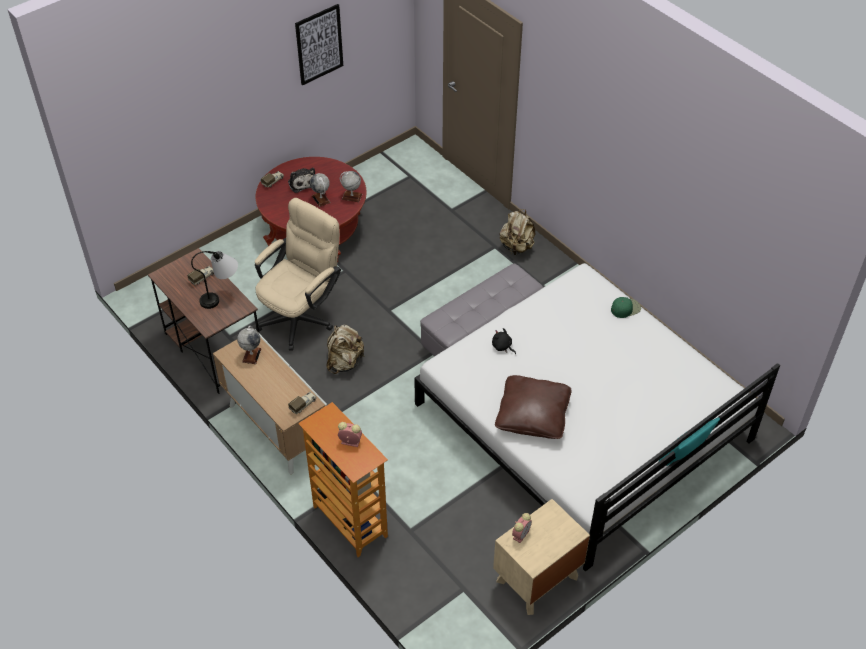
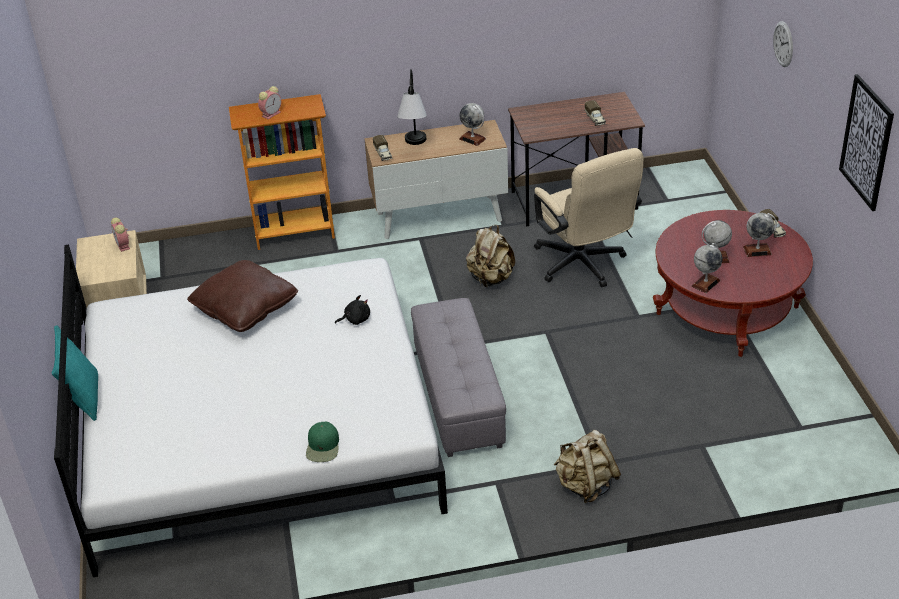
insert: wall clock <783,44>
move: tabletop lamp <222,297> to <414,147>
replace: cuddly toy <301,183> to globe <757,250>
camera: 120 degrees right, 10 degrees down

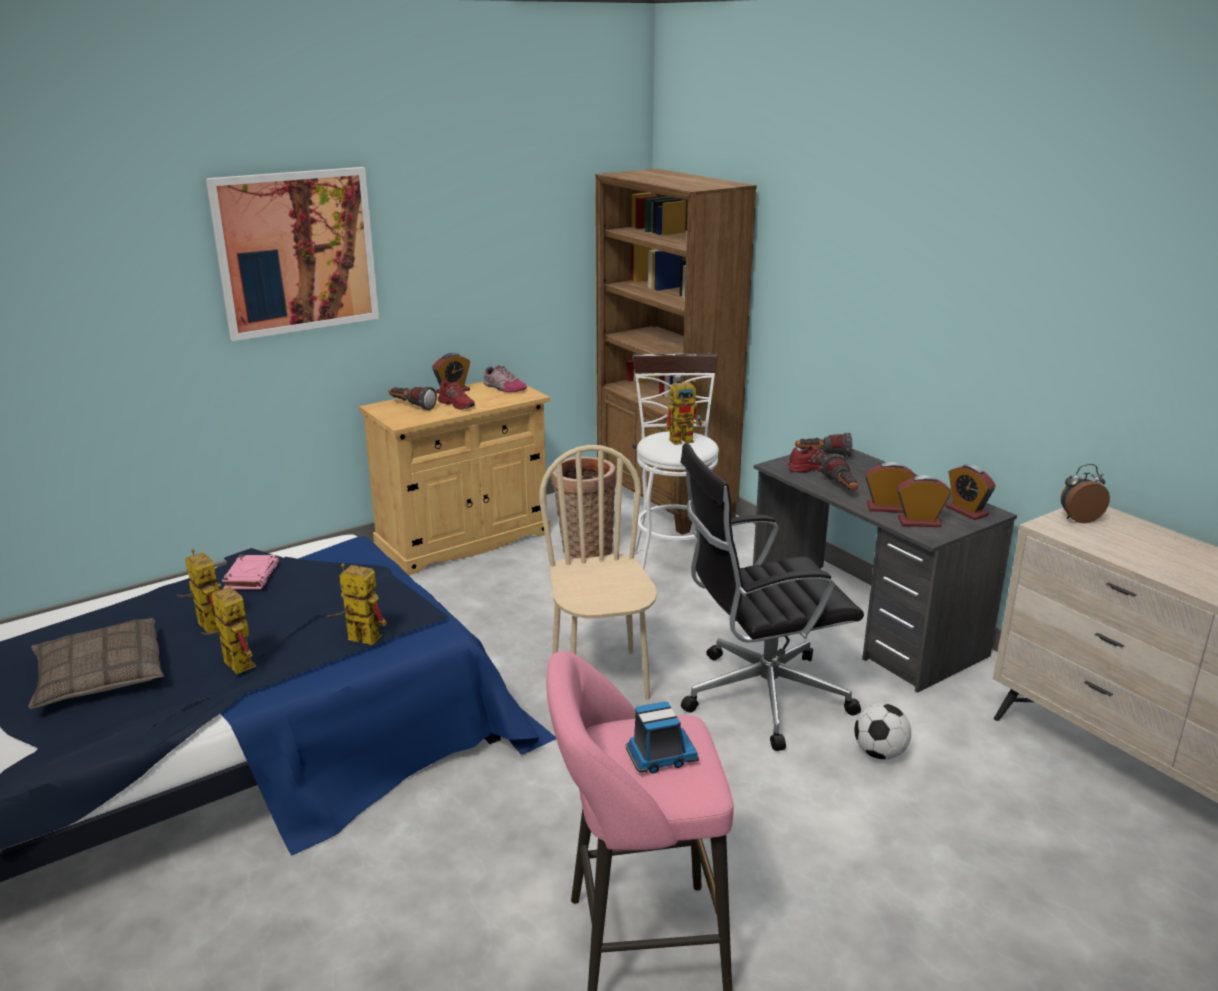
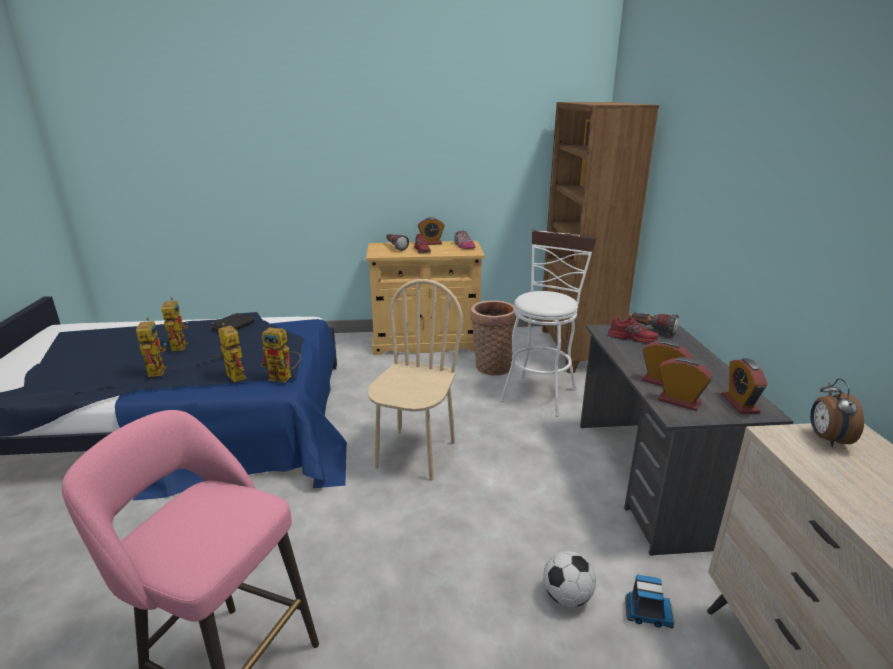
delete: throw pillow <99,675>; wall art <296,252>; desk chair/black <760,696>; torch <841,488>
move: toy robot <685,439> to <285,377>; toy lorry <660,757> to <647,613>
recolor: bound book/pinkish <251,576> to bound book/black <233,326>
rotate: table clock <1078,518> = <826,439> 105 degrees counterclockwise
camera: 30 degrees right, 0 degrees up

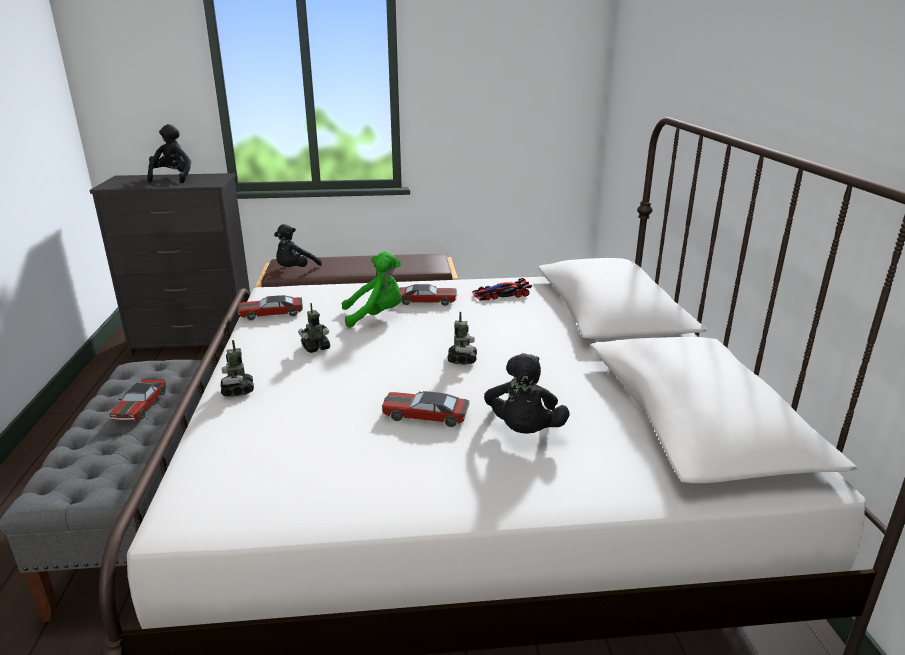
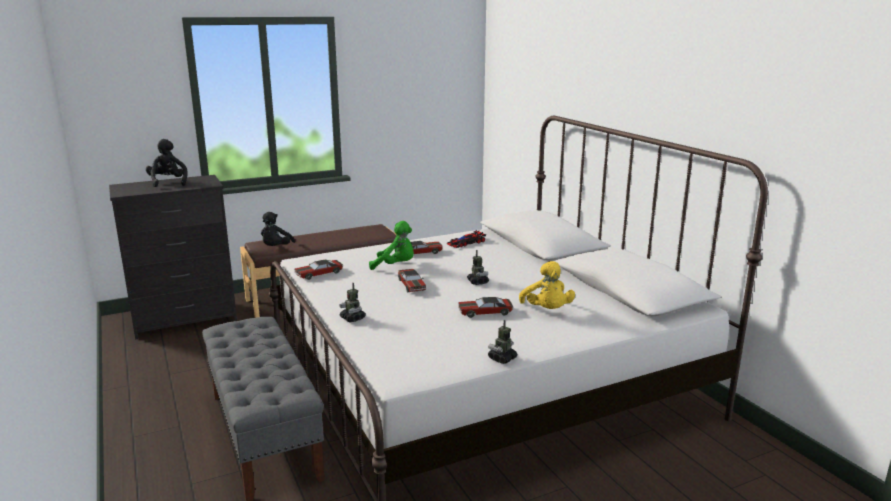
move: model car <140,406> to <412,285>; toy robot <316,348> to <502,358>
recolor: cuddly toy/black <523,431> to cuddly toy/yellow <546,310>
rotate: cuddly toy/green <376,316> = <395,266> 45 degrees clockwise
camera: 20 degrees left, 5 degrees down

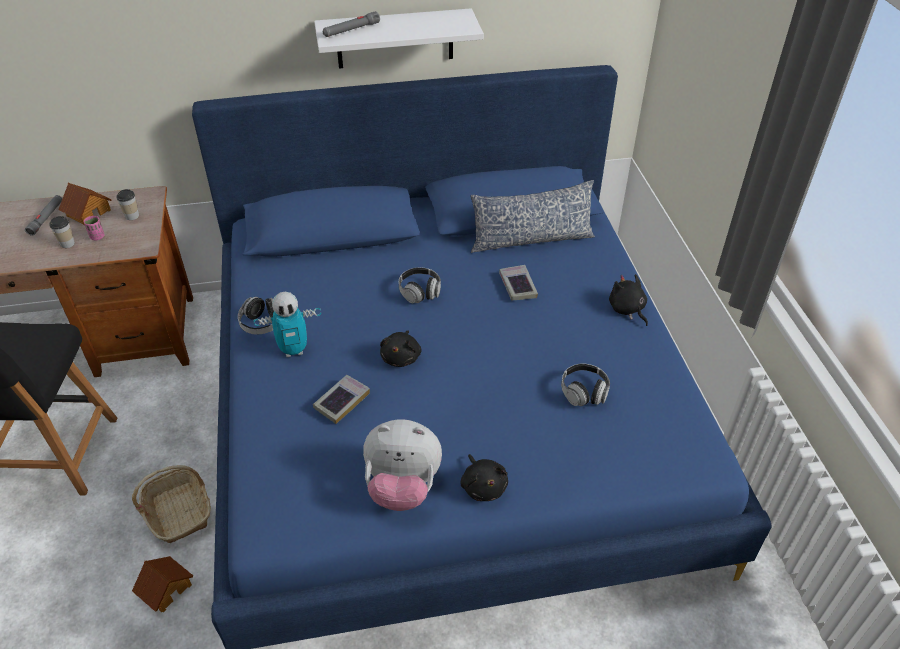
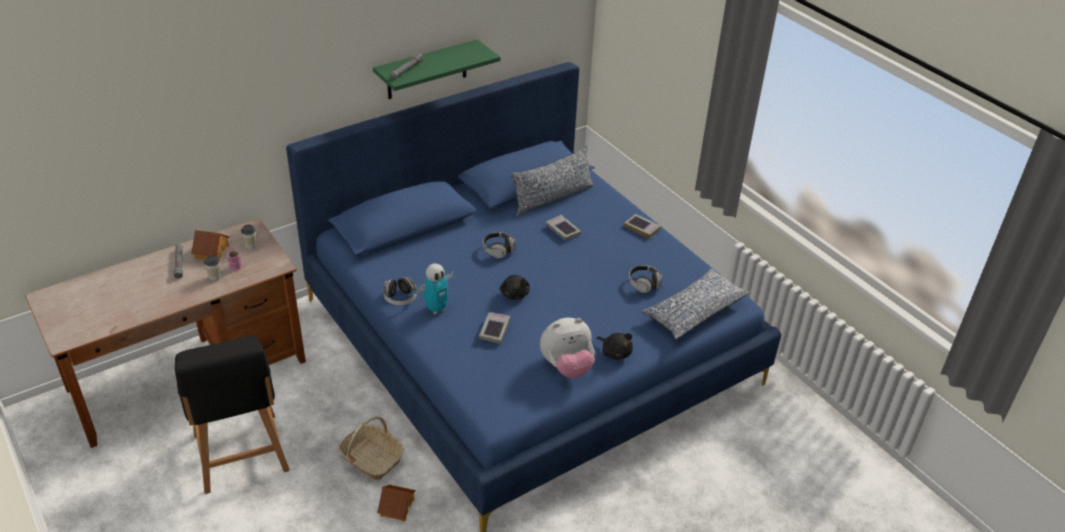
insert: throw pillow <693,311>
replace: cuddly toy/black <627,309> to bound book <642,228>
recolor: bracket shelf/white-coloured <395,39> to bracket shelf/green <427,70>
camera: 25 degrees left, 5 degrees down

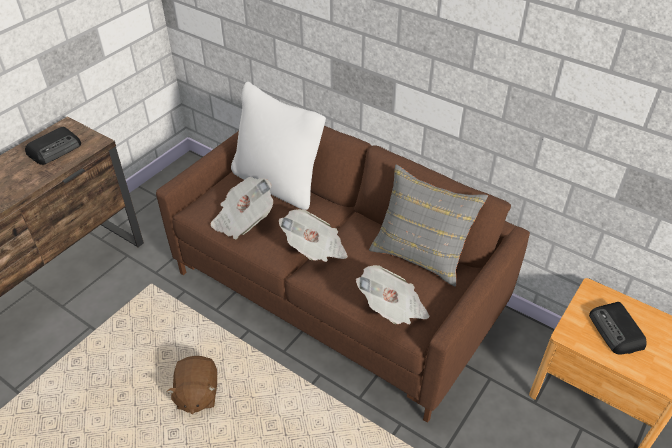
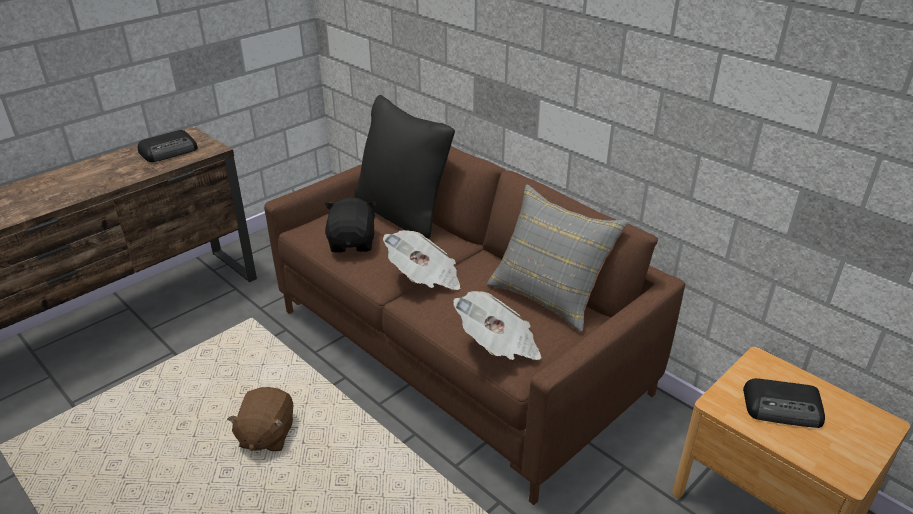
replace: daily paper <243,220> to cuddly toy/black <353,243>
recolor: throw pillow/white-coloured <278,183> to throw pillow/black <403,214>
rotate: radio set <616,331> = <783,408> 75 degrees counterclockwise
camera: 10 degrees right, 10 degrees down

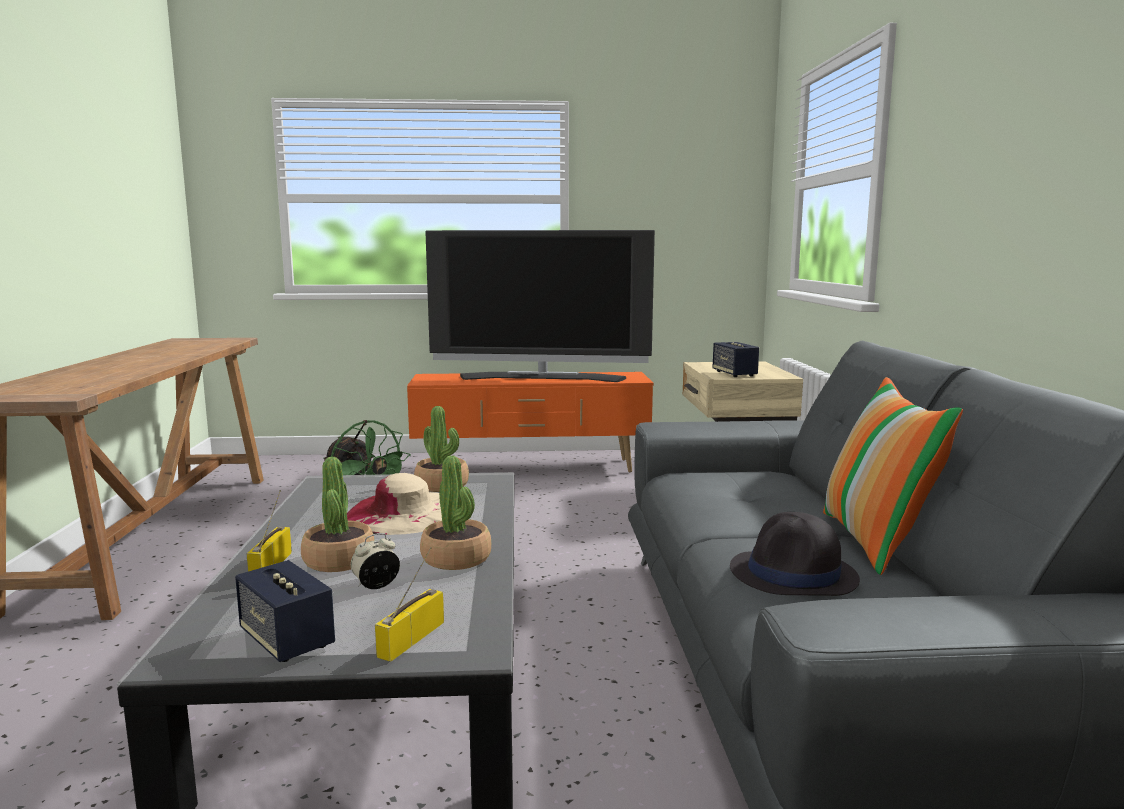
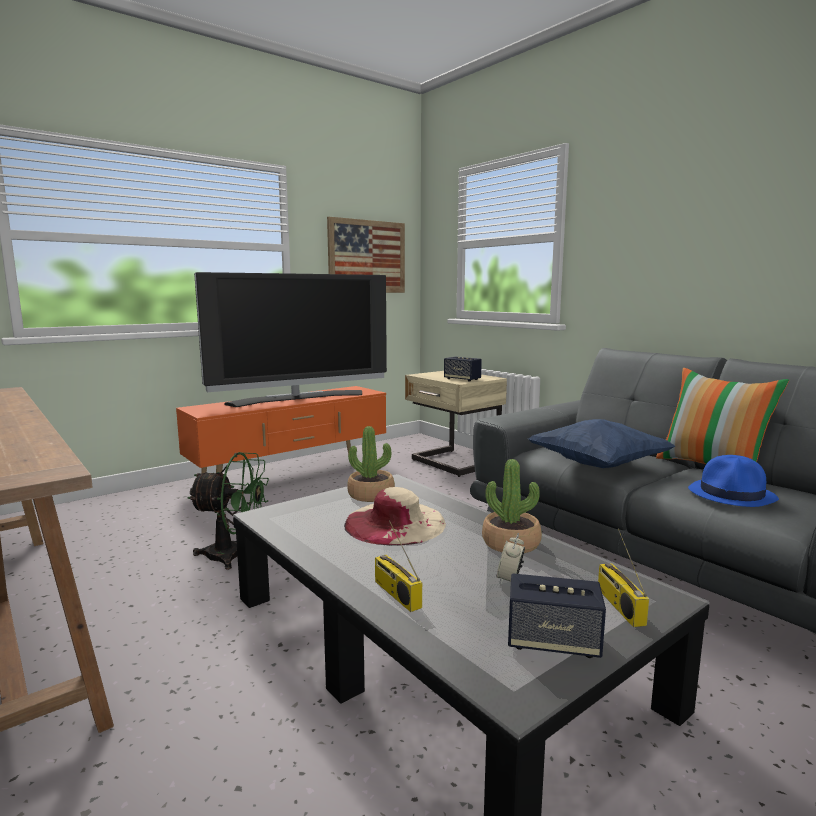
delete: potted plant <339,560>
insert: wall art <367,257>; throw pillow/bluish <597,465>
recolor: hat/black <794,575> to hat/bluish <732,494>
camera: 35 degrees left, 0 degrees up

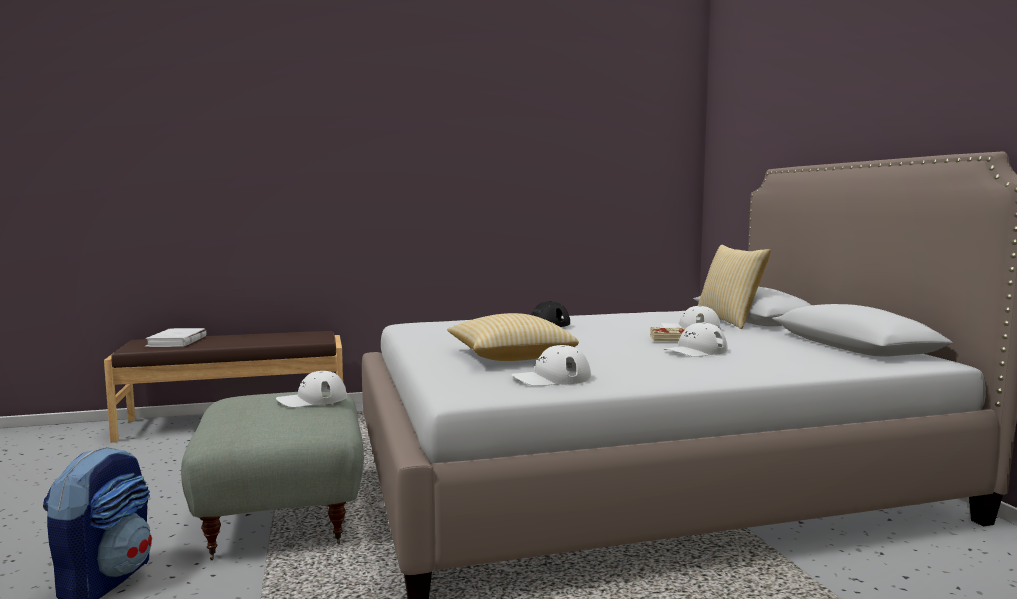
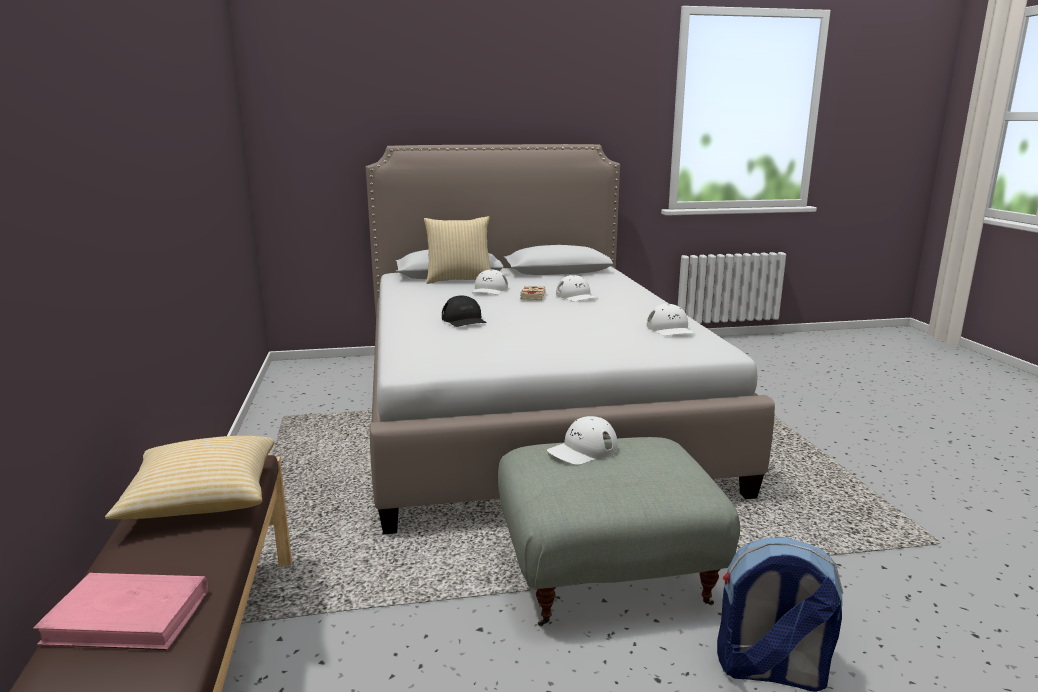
move: throw pillow <511,357> to <203,499>
recolor: bound book/white-coloured <177,341> to bound book/pinkish <128,617>
rotate: baseball cap/white-coloured <312,399> = <582,450> 75 degrees clockwise
camera: 85 degrees left, 10 degrees up

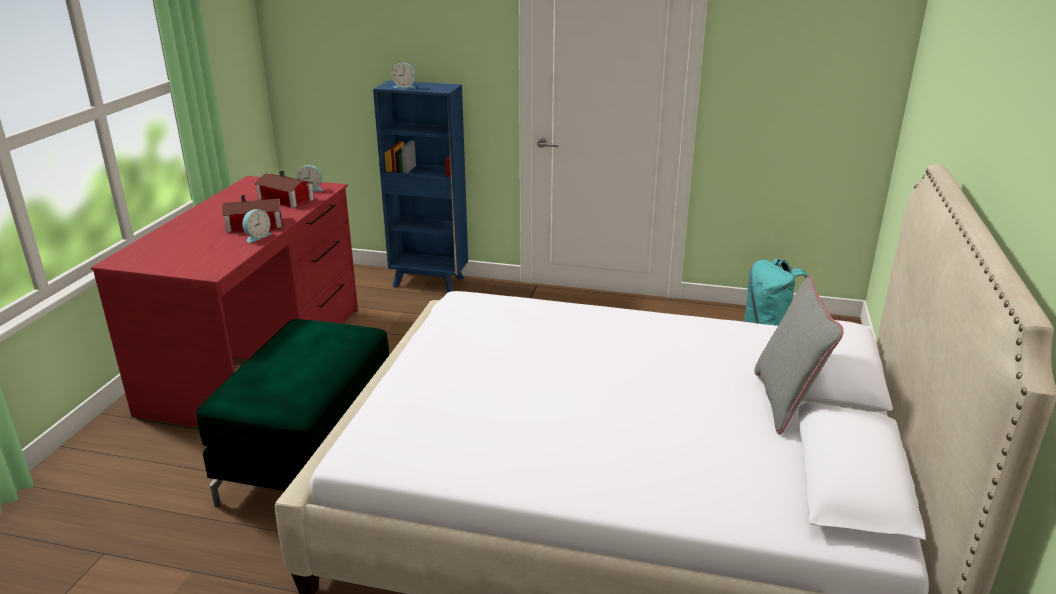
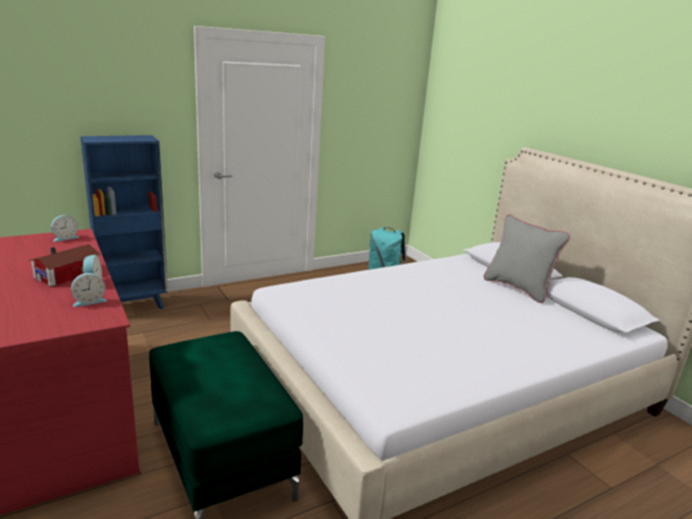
delete: model house <286,200>
move: table clock <405,87> to <89,301>
camera: 45 degrees left, 5 degrees down

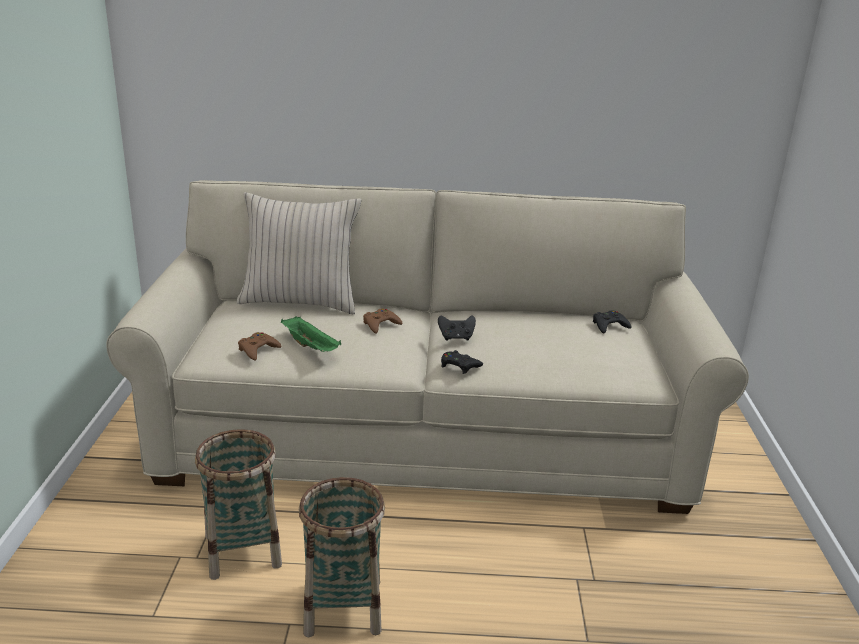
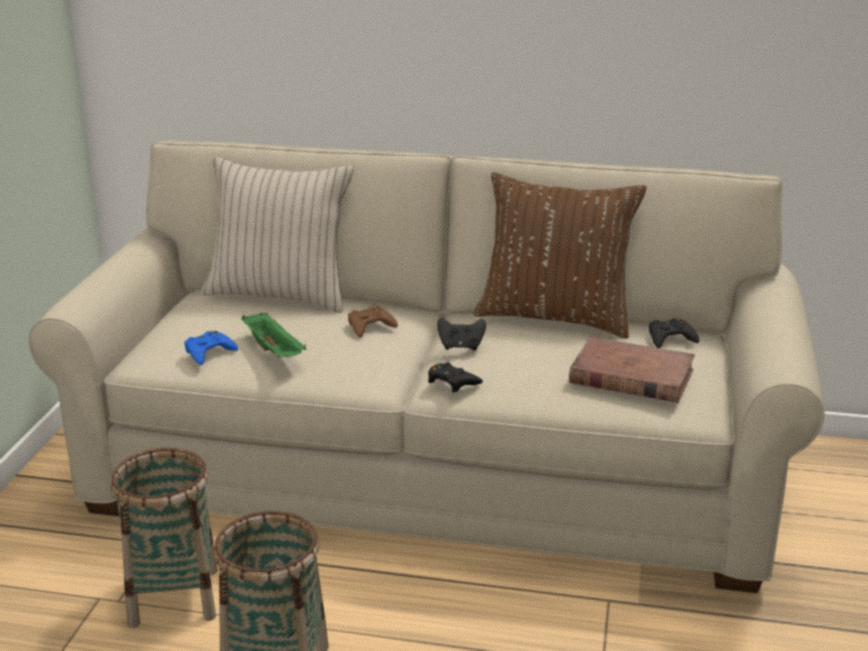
insert: throw pillow/brownish <555,317>; bound book/brownish <630,376>
recolor: game controller/brownish <258,350> to game controller/bluish <209,352>
camera: 10 degrees right, 0 degrees up

